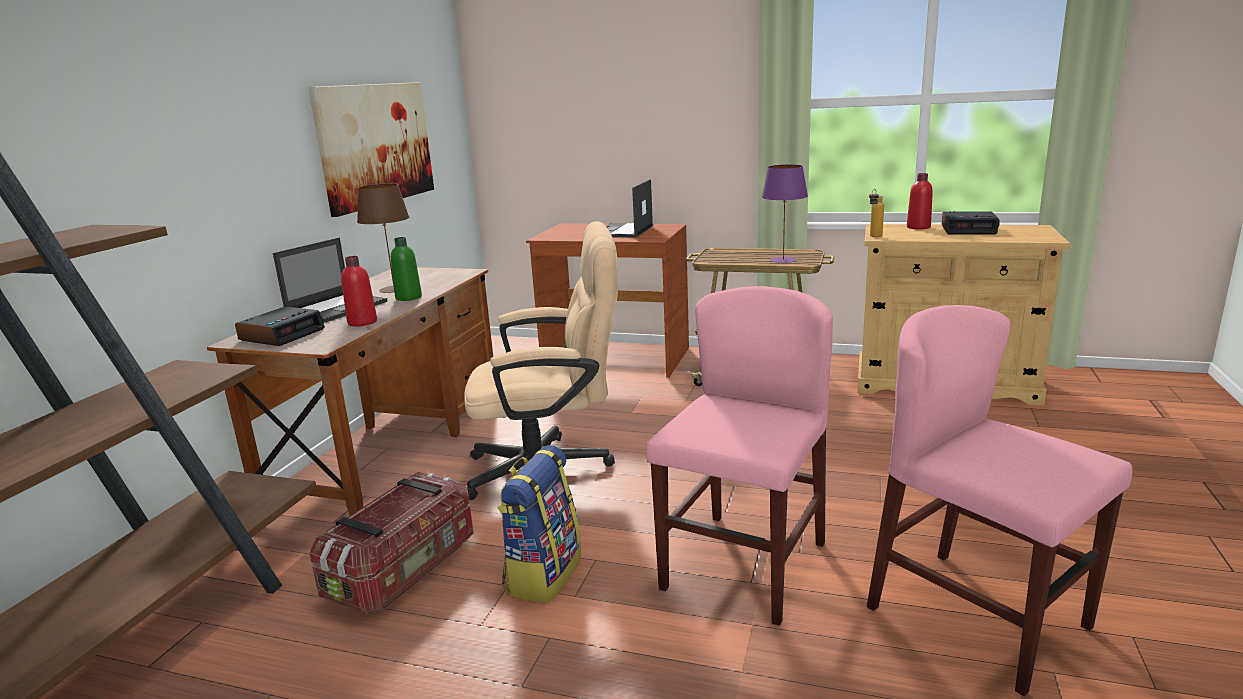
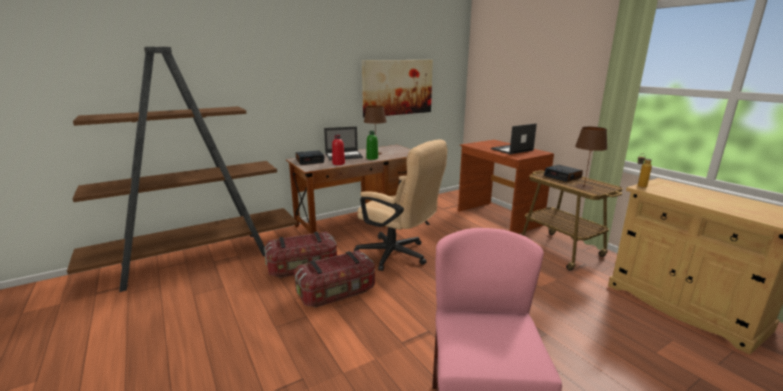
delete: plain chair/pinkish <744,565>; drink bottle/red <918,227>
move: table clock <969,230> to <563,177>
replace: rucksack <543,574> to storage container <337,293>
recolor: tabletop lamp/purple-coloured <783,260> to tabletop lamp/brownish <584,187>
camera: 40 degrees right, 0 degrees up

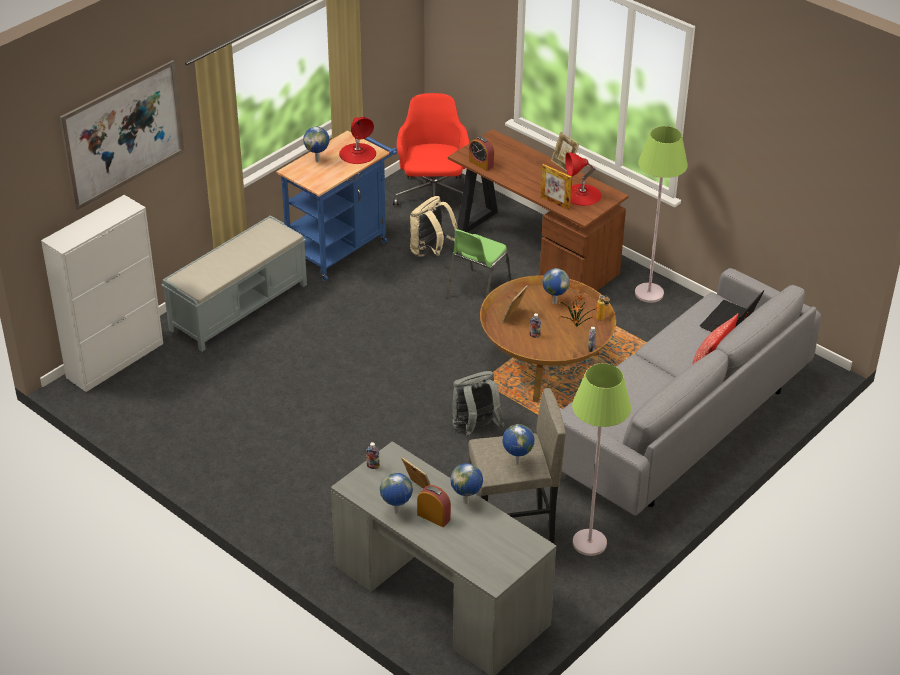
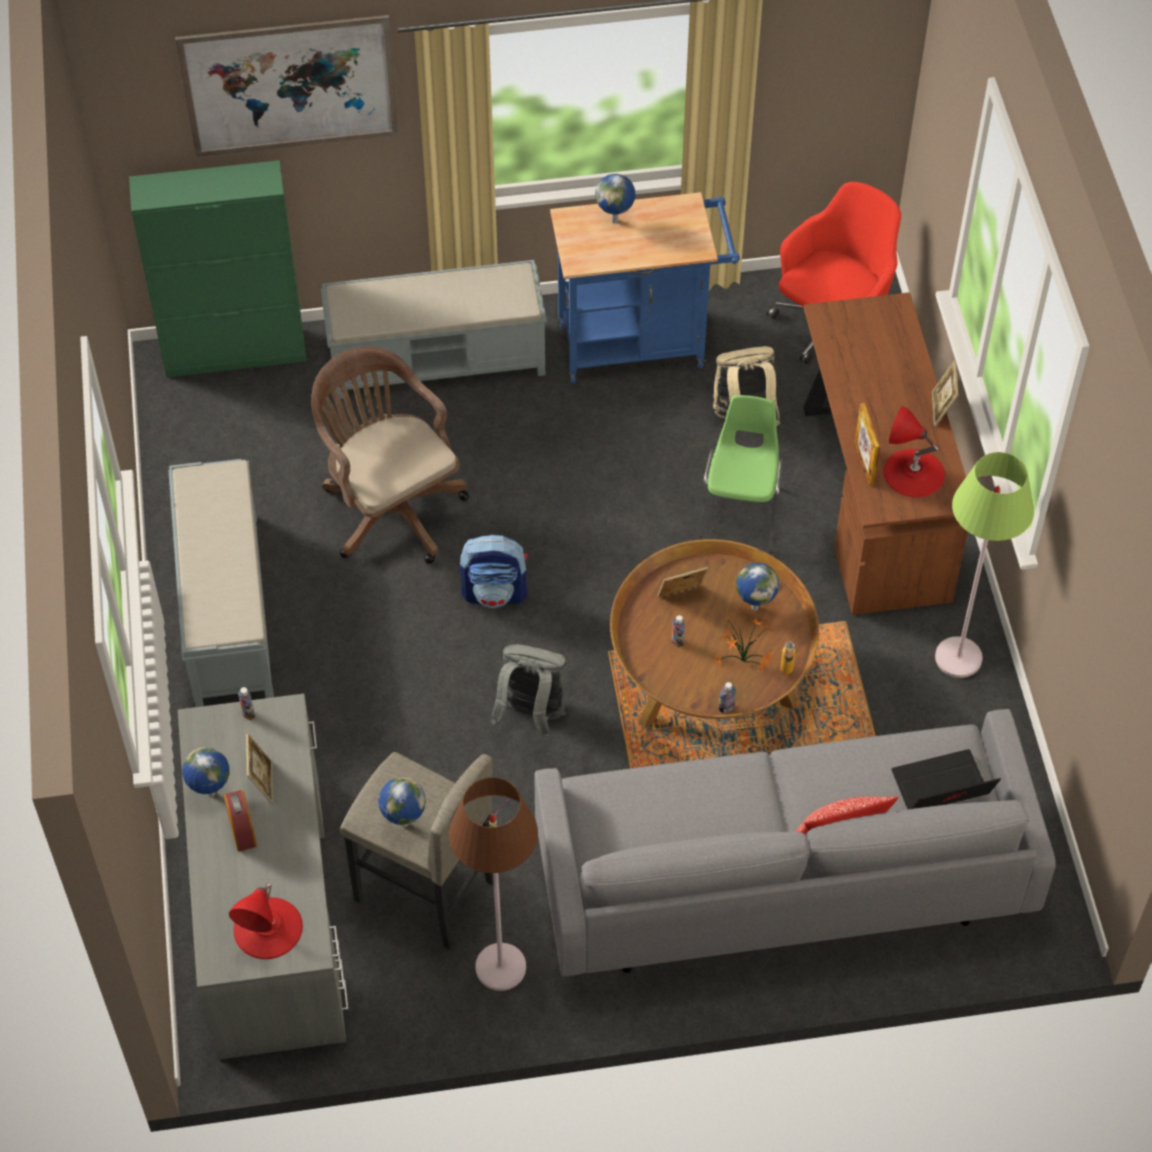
delete: globe <466,502>; table clock <481,164>
insert: bench/gray <226,608>; desk chair/brownish <389,507>; rucksack <495,592>
move: tabletop lamp/red <357,153> to <268,928>
recolor: cupboard/white-coloured <116,360> to cupboard/green <236,352>; floor lamp/green <589,543> to floor lamp/brownish <500,967>
rotate: plain chair/green <477,290> = <740,513> 120 degrees clockwise
camera: 40 degrees right, 15 degrees up

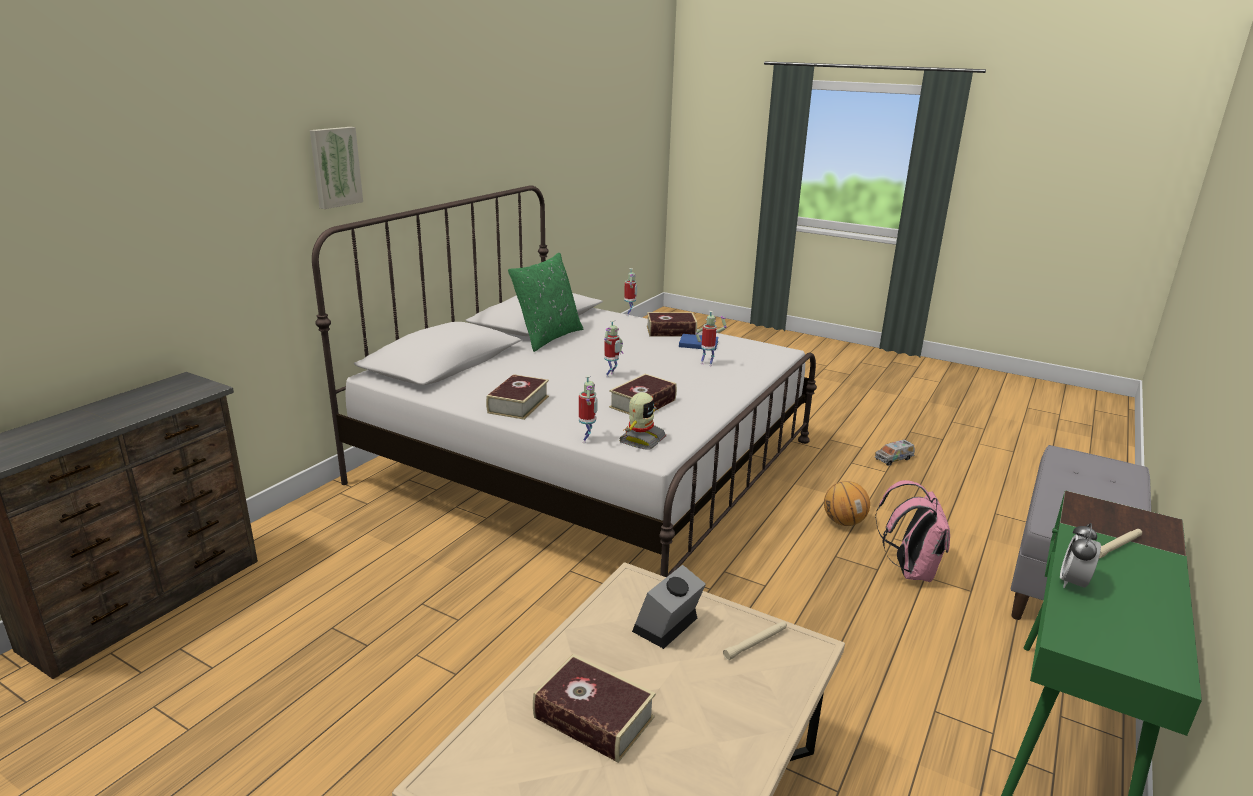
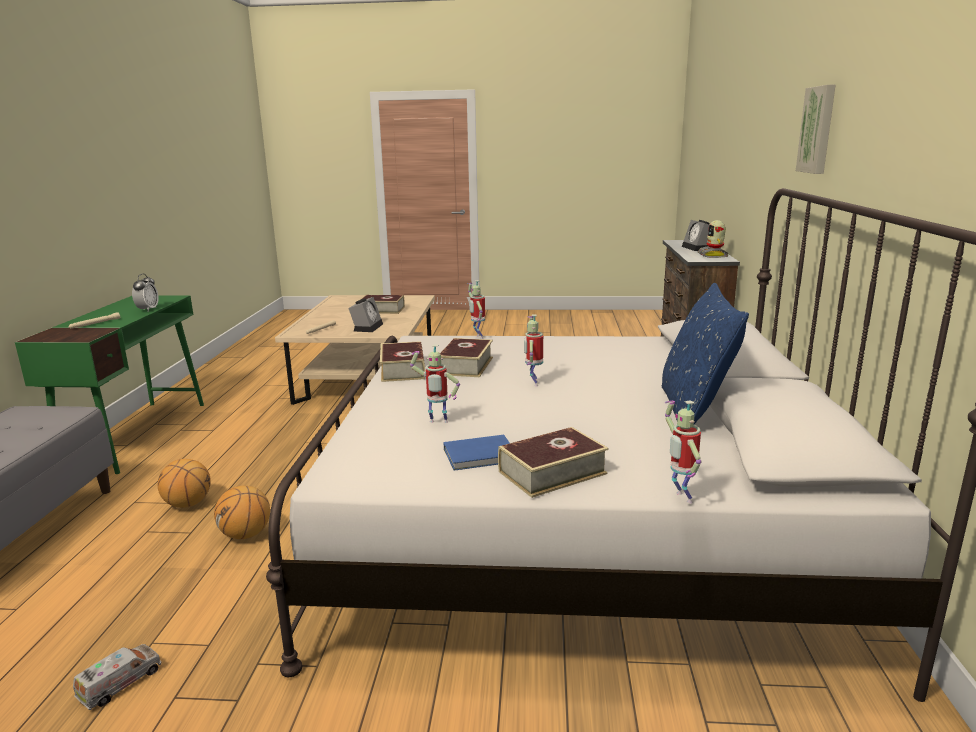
insert: table clock <698,248>
move: bound book <518,404> to <402,370>; toy robot <641,440> to <713,255>
replace: rucksack/pinkish <909,570> to ball for basketball <188,504>
recolor: throw pillow/green <547,337> to throw pillow/bluish <695,411>
camera: 155 degrees right, 5 degrees down

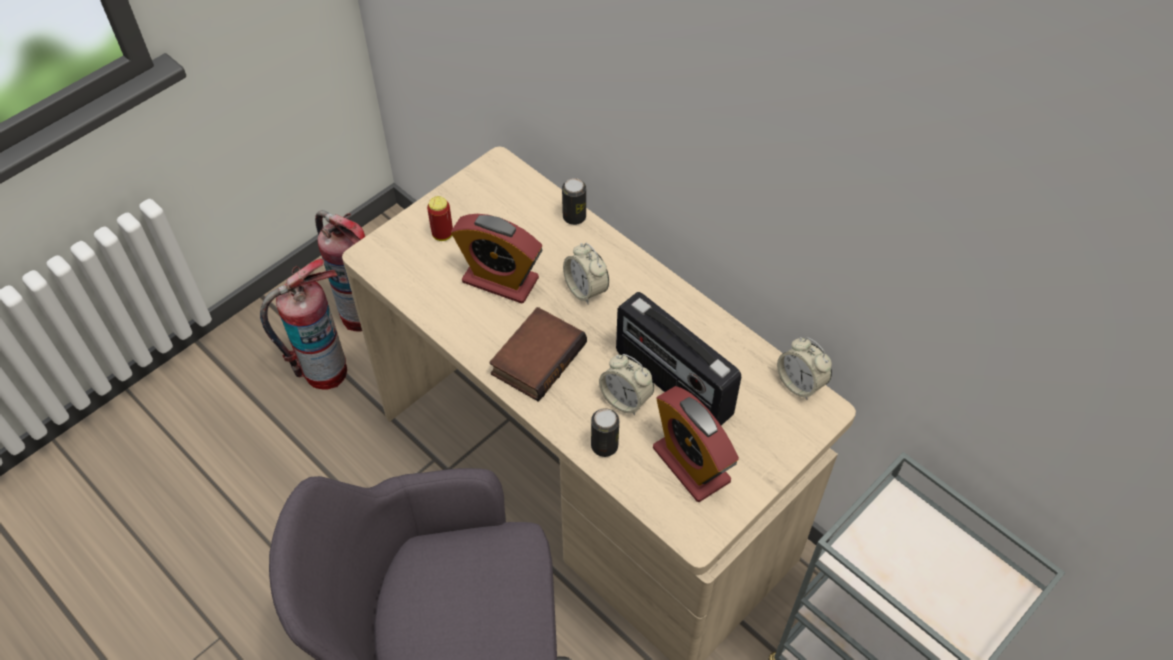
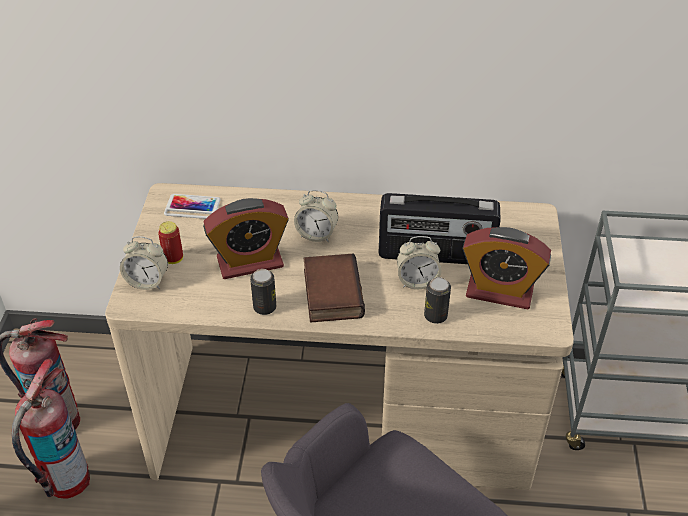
insert: telephone <192,207>
move: table clock <800,383> to <147,281>; metal can <574,217> to <264,307>
camera: 40 degrees left, 10 degrees down

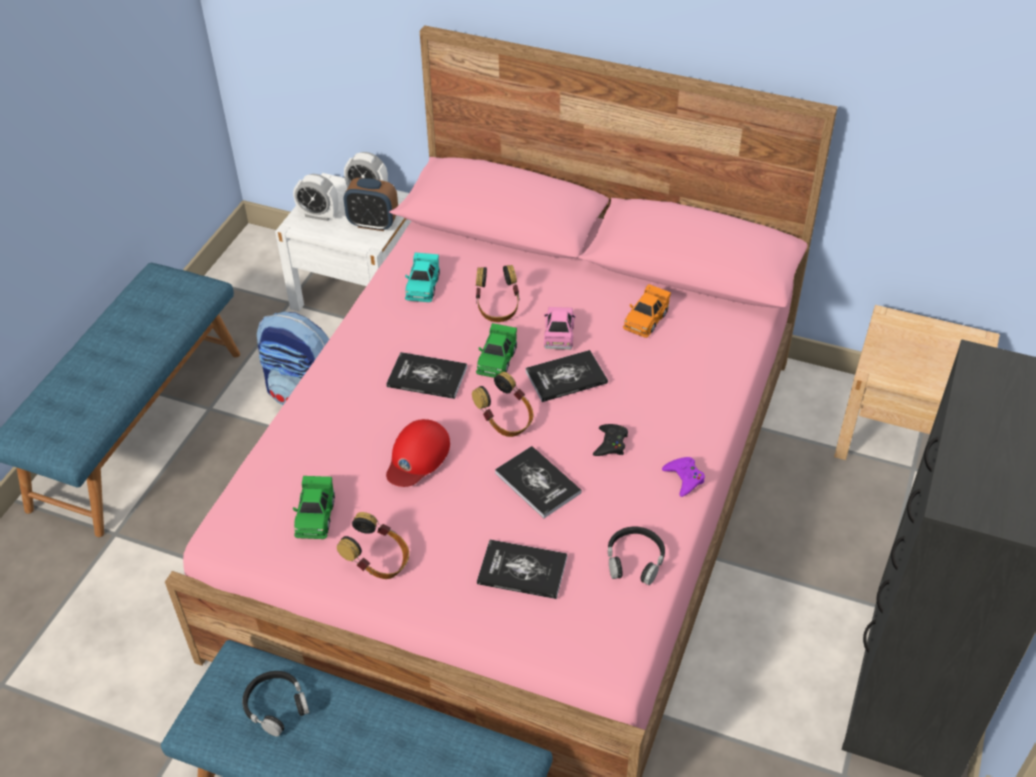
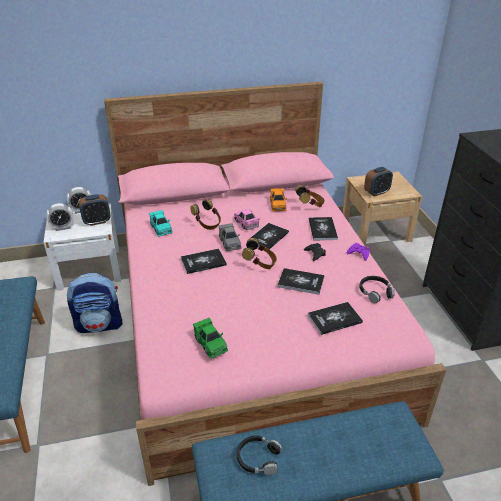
delete: baseball cap/red <417,457>
insert: bound book <322,229>; table clock <376,192>
move: pair of headphones <378,562> to <310,205>
recolor: model car/green <497,359> to model car/gray <229,242>
camera: 35 degrees left, 10 degrees down

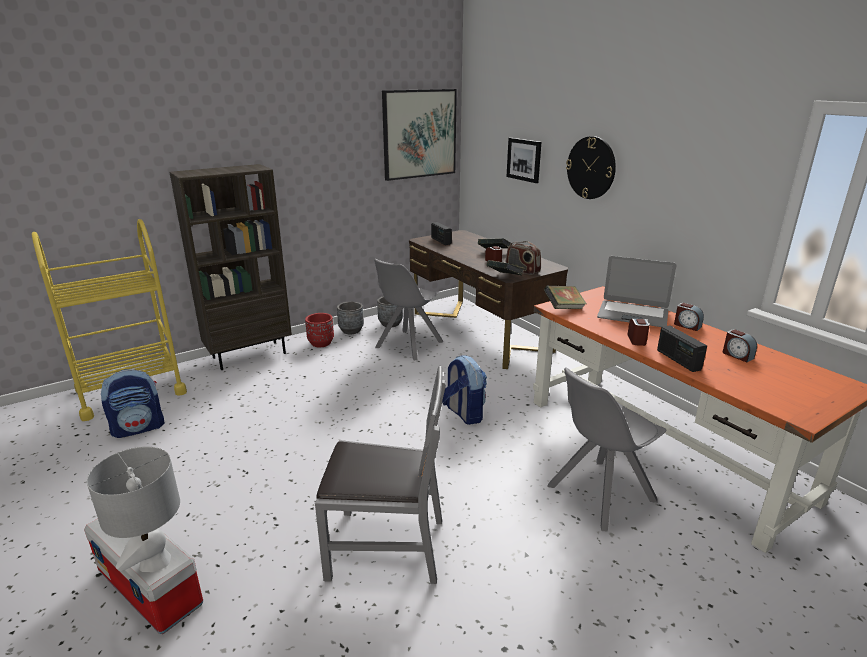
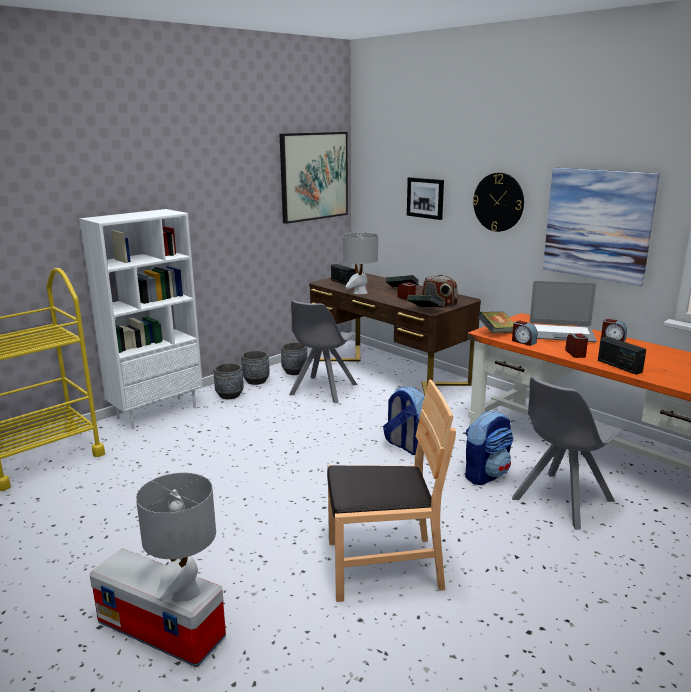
insert: tabletop lamp/gray <360,292>; wall art <597,224>
move: rucksack <139,428> to <486,475>; table clock <737,355> to <523,342>
recolor: shelving unit/brownish <250,355> to shelving unit/white-coloured <157,412>; planter/red <321,343> to planter/gray <229,395>; plain chair/gray <386,547> to plain chair/brownish <383,566>
camera: 10 degrees left, 5 degrees down

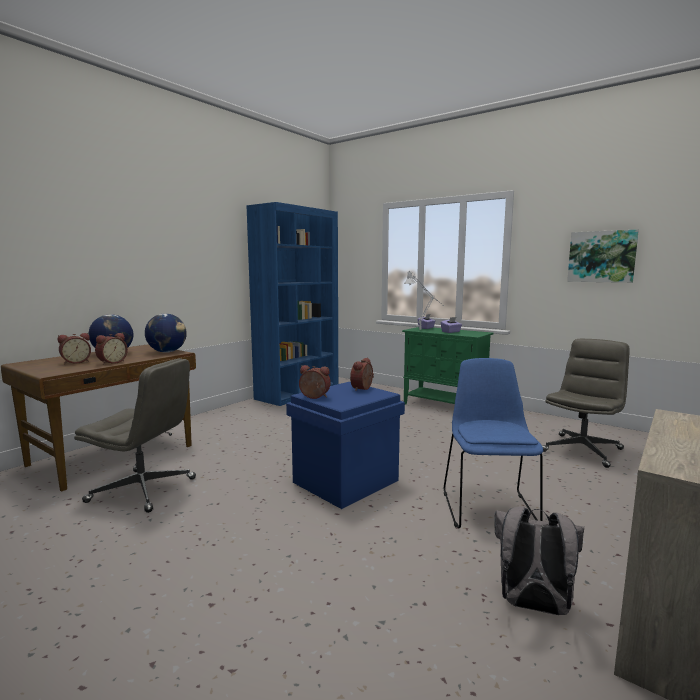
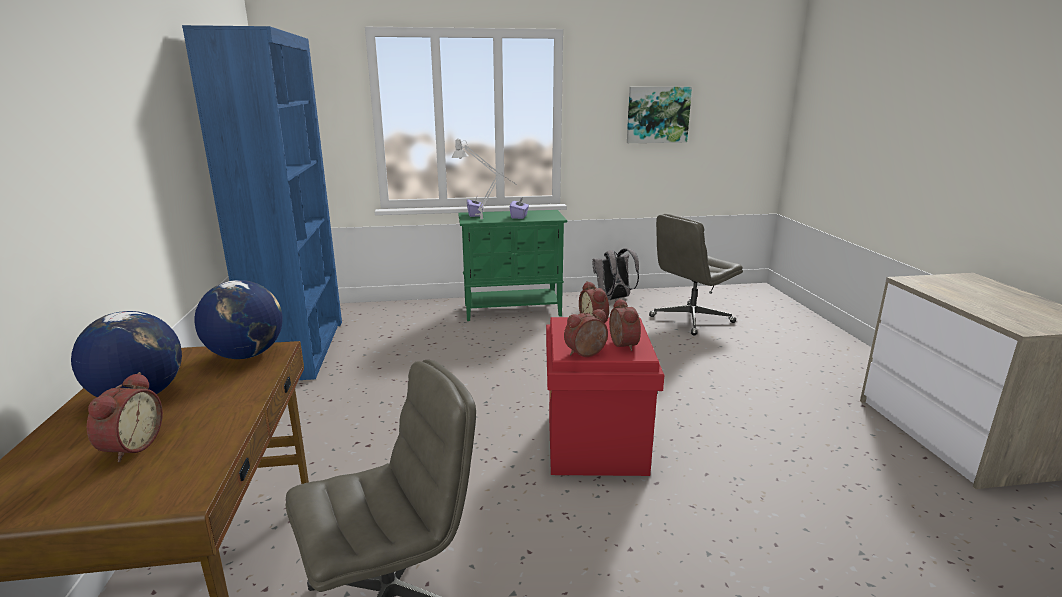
delete: plain chair/bluish <488,507>
move: rucksack/gray <532,606> to <614,298>; table clock <111,362> to <621,344>
recolor: storage container/bluish <345,482> to storage container/red <596,444>
rotate: desk chair/gray <582,450> = <691,320> 120 degrees counterclockwise
camera: 45 degrees left, 10 degrees up

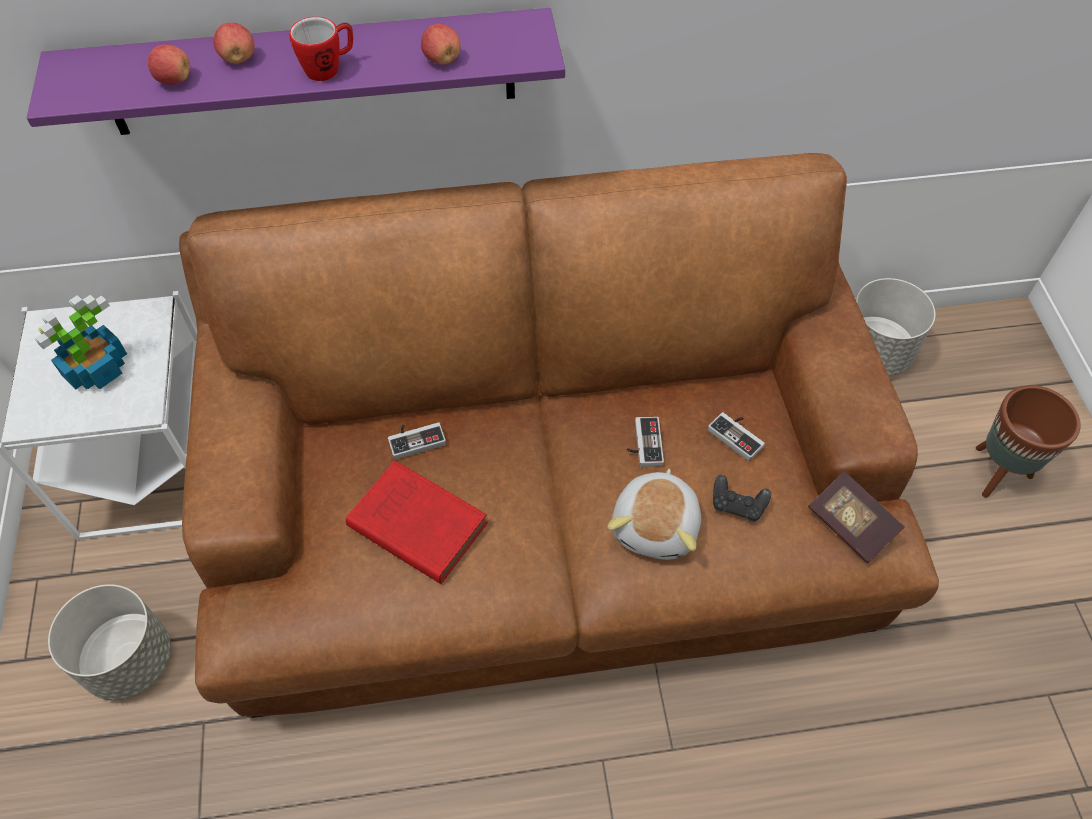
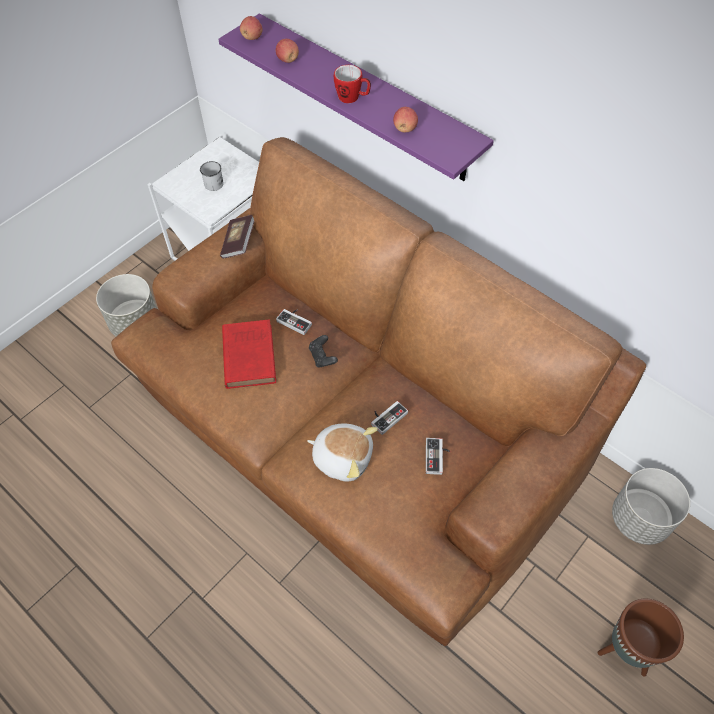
move: bound book <850,525> to <238,243>; apple fruit <238,58> to <252,37>; game controller/black <737,505> to <322,357>
replace: potted plant <96,369> to mug/white-coloured <214,182>
rotate: cuddly toy <657,526> = <343,457> 135 degrees counterclockwise
camera: 50 degrees right, 0 degrees up

